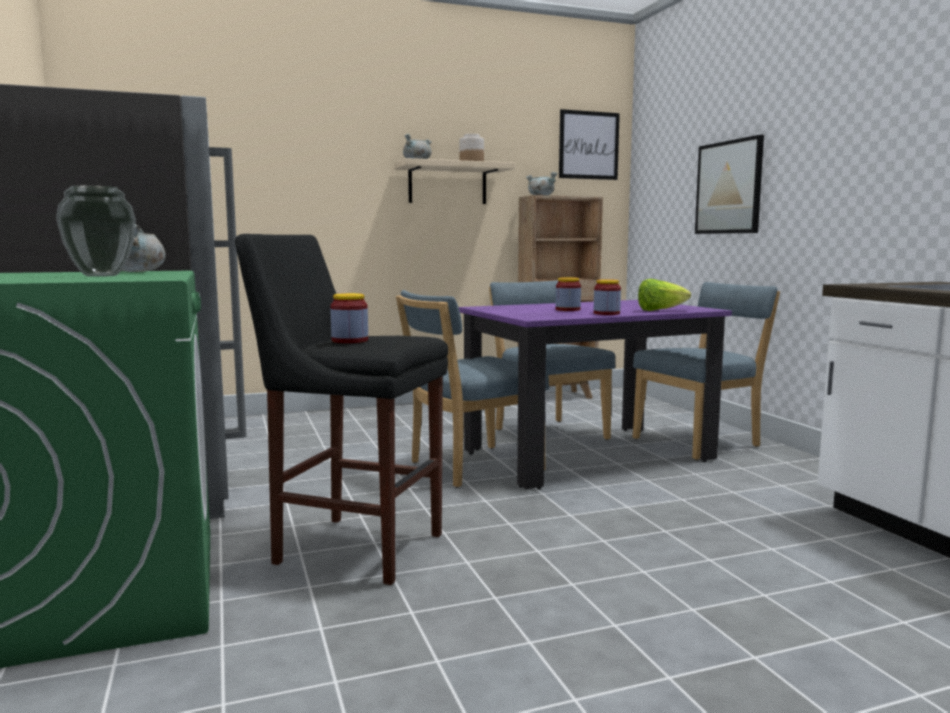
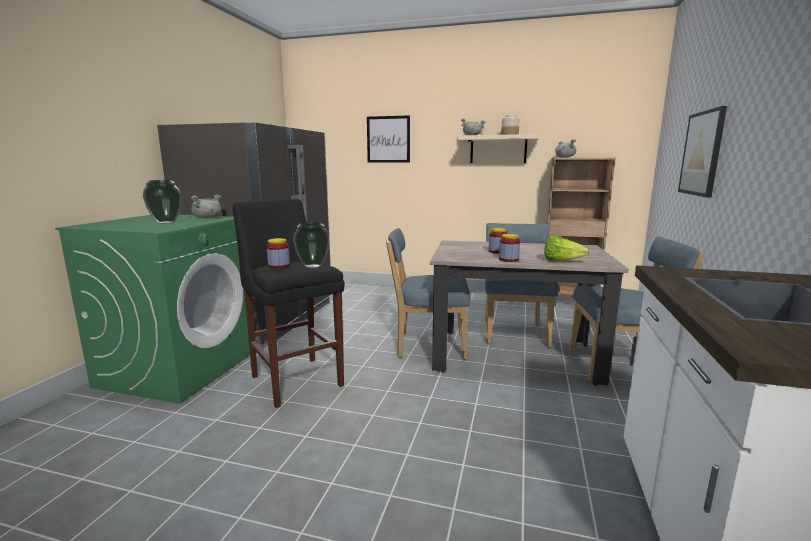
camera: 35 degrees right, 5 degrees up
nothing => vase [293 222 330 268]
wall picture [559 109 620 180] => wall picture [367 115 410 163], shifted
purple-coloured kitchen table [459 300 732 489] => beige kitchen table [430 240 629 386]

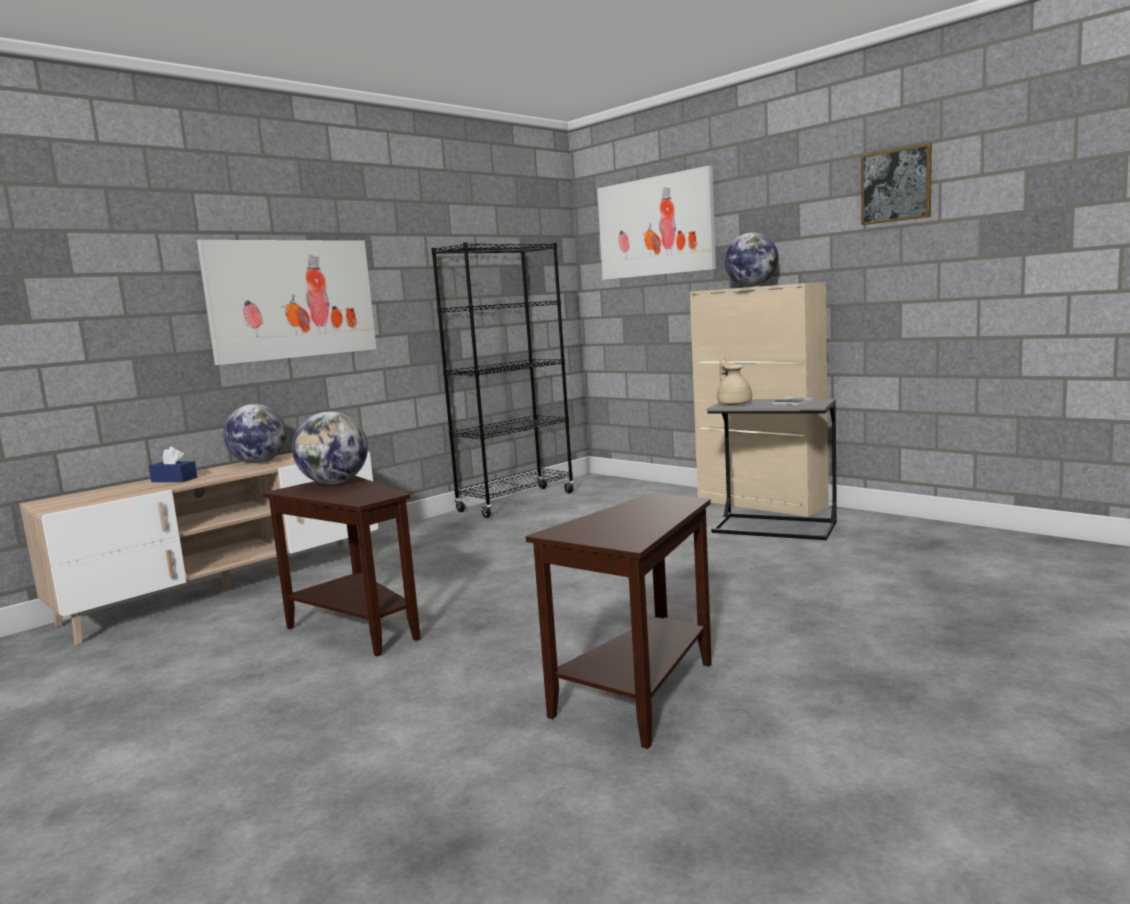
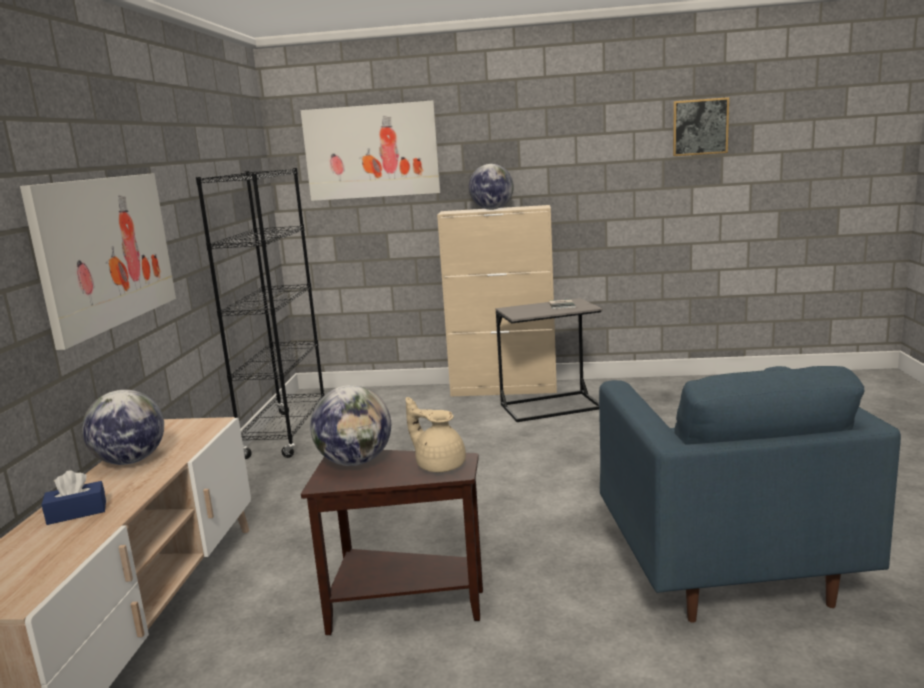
camera: 40 degrees left, 5 degrees up
beige tea pot [717 356 752 405] => beige tea pot [406 397 466 472], shifted
brownish end table [525 493 712 749] => blue-coloured lounge chair [599 366 901 623]
wall picture [861 143 932 225] => wall picture [673 97 729 156], shifted

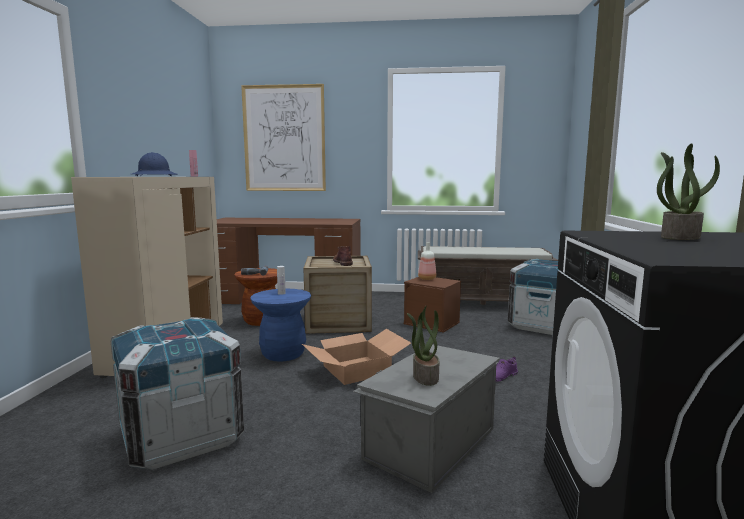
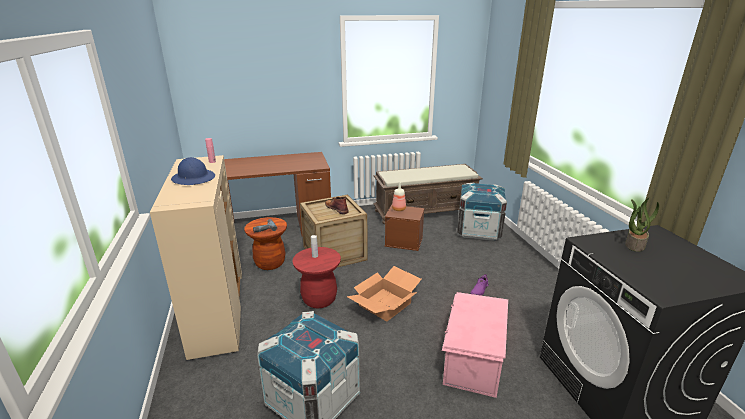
camera: 20 degrees left, 15 degrees up
blue-coloured stool [251 289 311 361] => red-coloured stool [292 247 341 308]
gray storage box [353 345 500 493] => pink-coloured storage box [442 292 508 398]
wall picture [241 84 326 191] => nothing
houseplant [407 306 439 386] => nothing

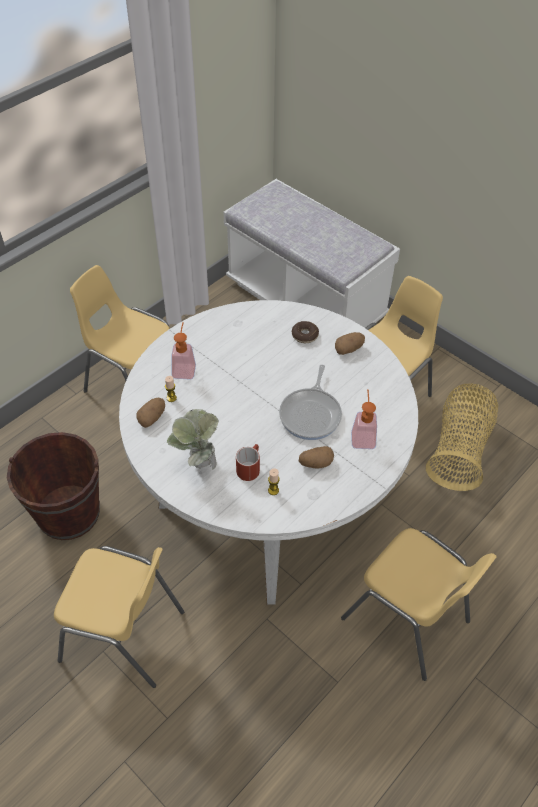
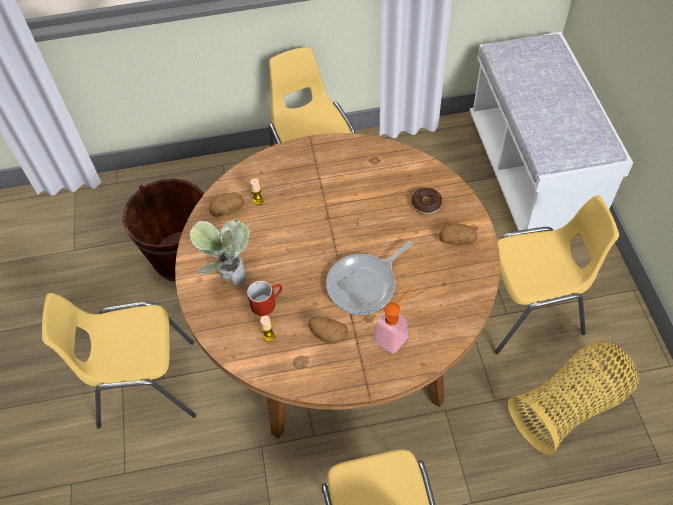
camera: 40 degrees right, 5 degrees up
yellow upright chair [54 546 184 688] => yellow upright chair [42 293 196 429], 120 degrees clockwise
white-coloured kitchen table [119 300 418 605] => brownish kitchen table [175 133 500 439]
liquid soap bottle [171 322 196 380] => nothing

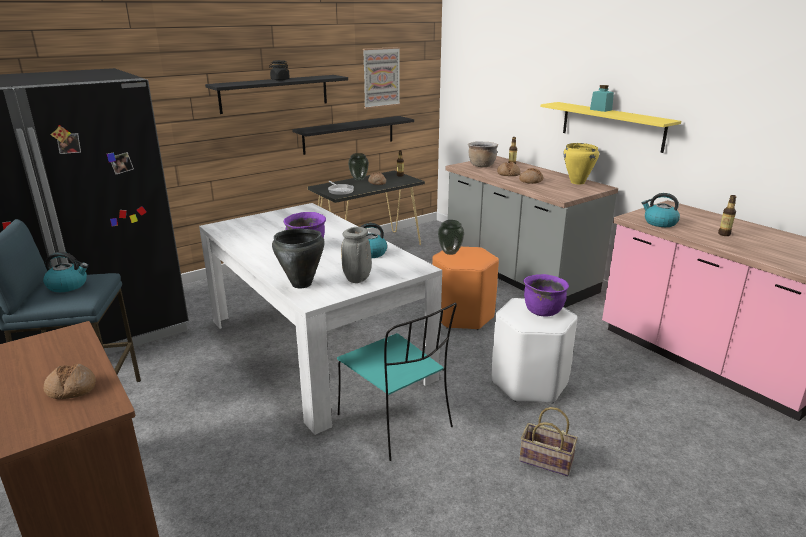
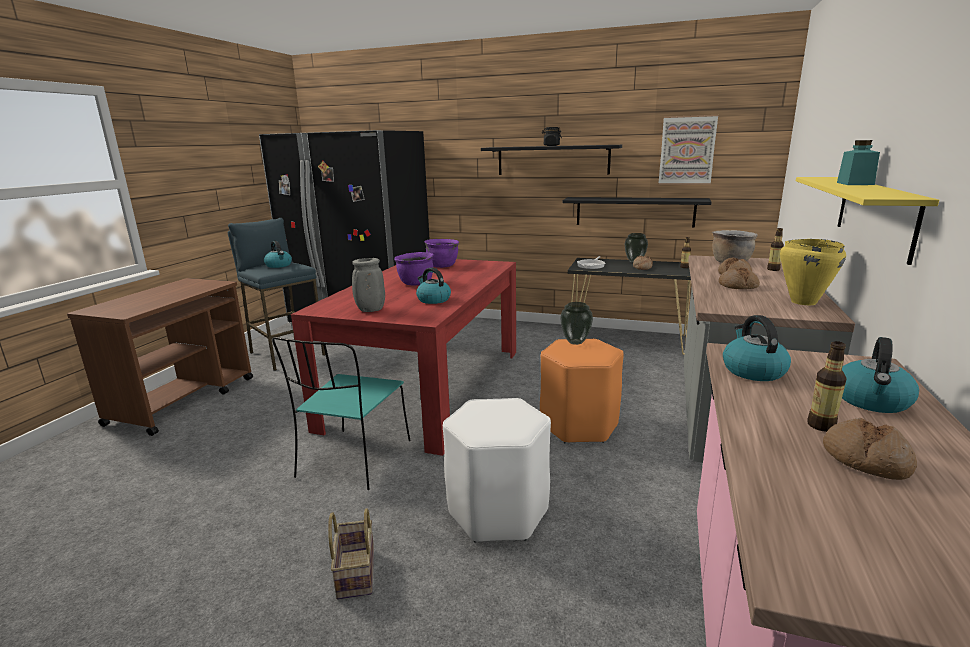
camera: 55 degrees right, 5 degrees down
white-coloured kitchen table [199 203 442 435] => red-coloured kitchen table [291 259 516 456]
purple-coloured stockpot [523 274 569 317] => purple-coloured stockpot [425 239 459 268], shifted
bread [43 364 96 399] => bread [823 418 917 480], shifted
nothing => kettle [842 337 919 413]
black stockpot [272 229 325 288] => nothing

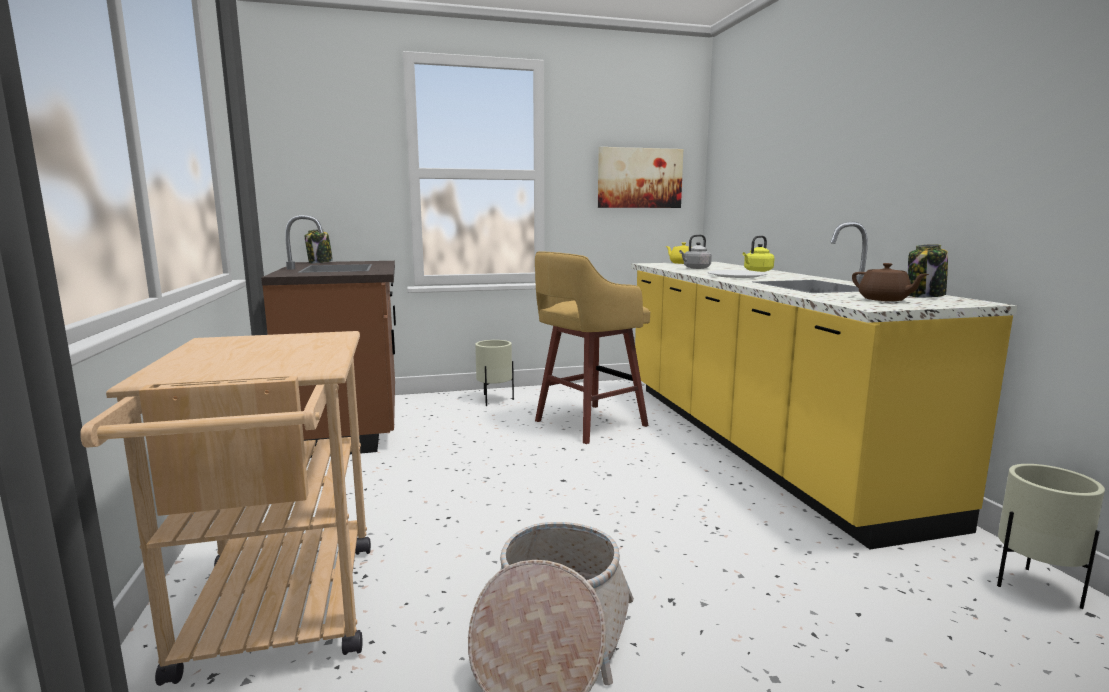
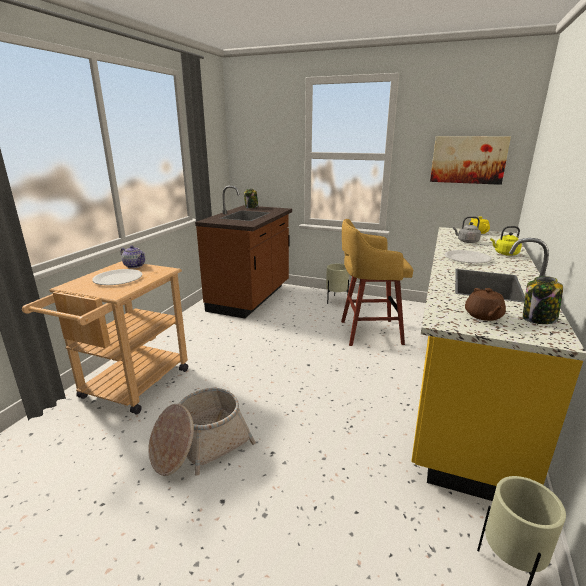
camera: 35 degrees right, 10 degrees up
nothing => white-coloured flat dish [92 269 143 285]
nothing => tea pot [121 245 145 268]

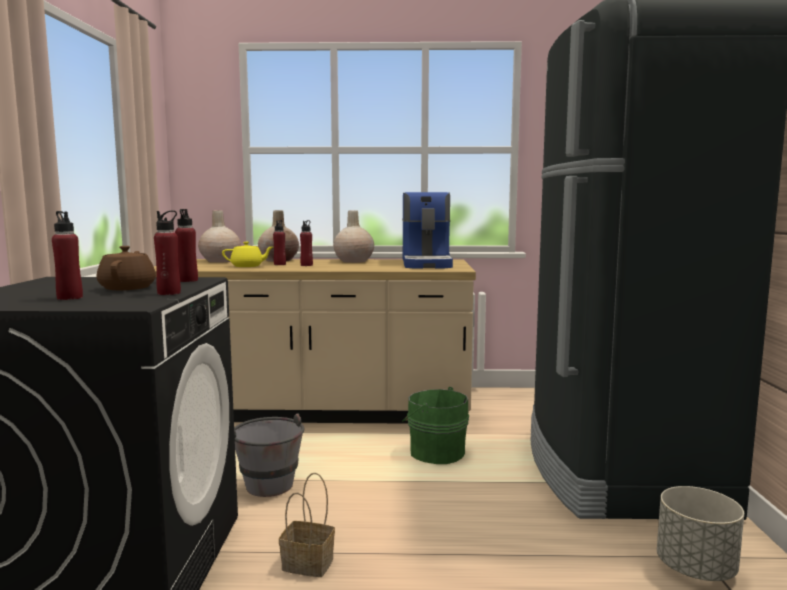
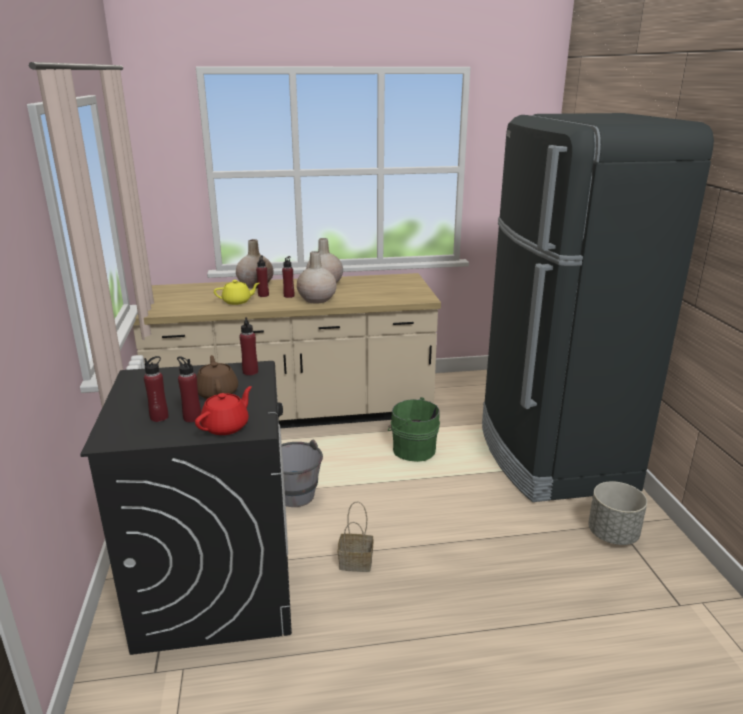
camera: 10 degrees left, 15 degrees up
red-coloured bottle [154 210 181 295] => red-coloured bottle [144 356 169 422], shifted
nothing => red-coloured tea pot [195 386 252 435]
beige vase [198 210 241 263] => beige vase [297 251 337 304], shifted
coffee brewer [402 192 453 269] => nothing

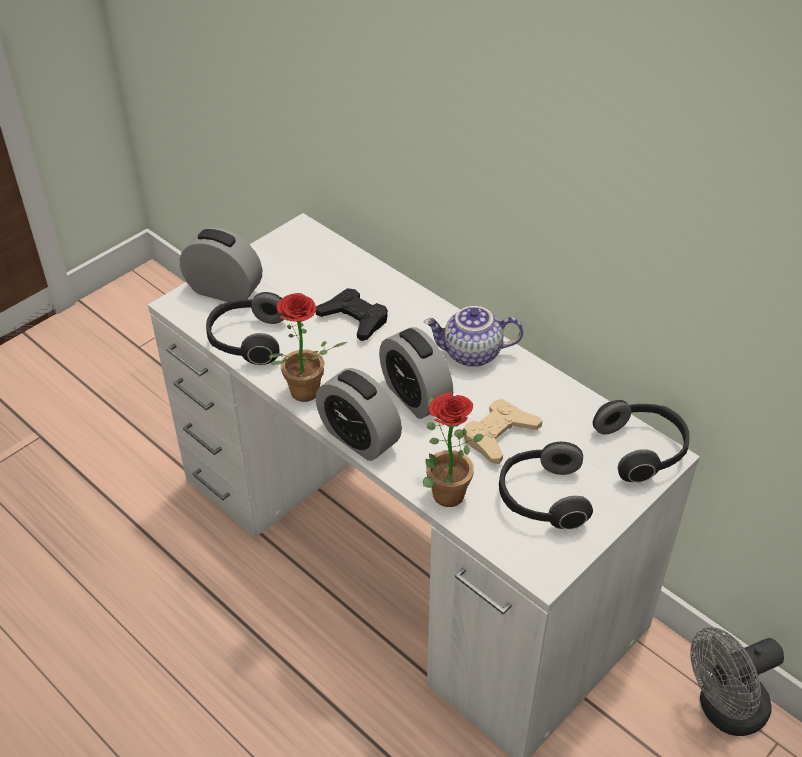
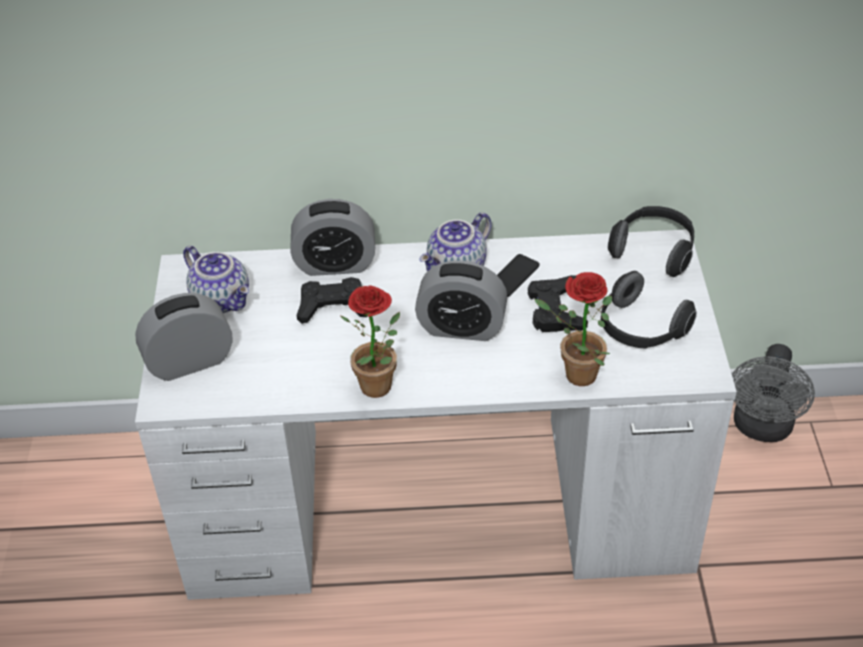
camera: 45 degrees left, 0 degrees up
nothing => tea pot [183 246 249 313]
table clock [316 368 402 461] => table clock [290 199 375 276], shifted
nothing => telephone [497 254 540 297]
beige joypad [464 399 542 464] => black joypad [527 275 588 332]
headset [206 292 286 365] => nothing

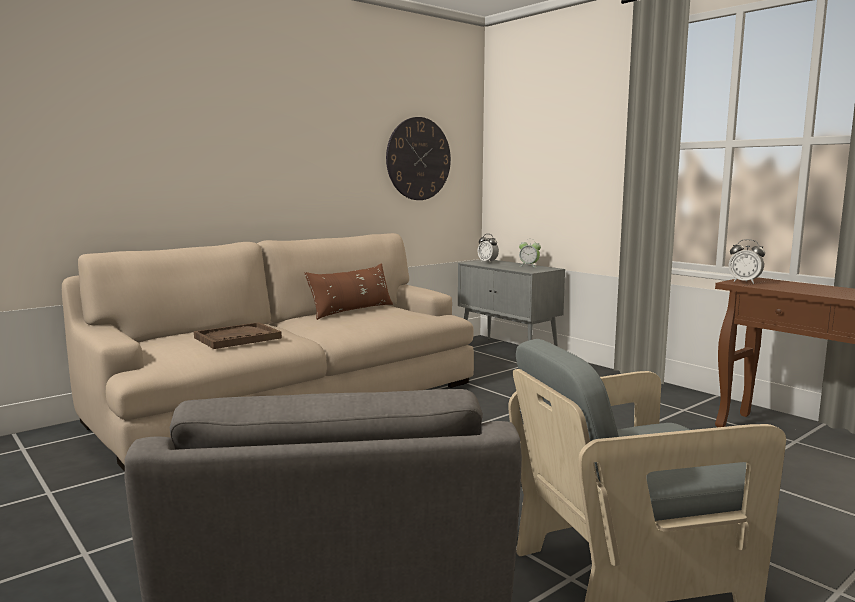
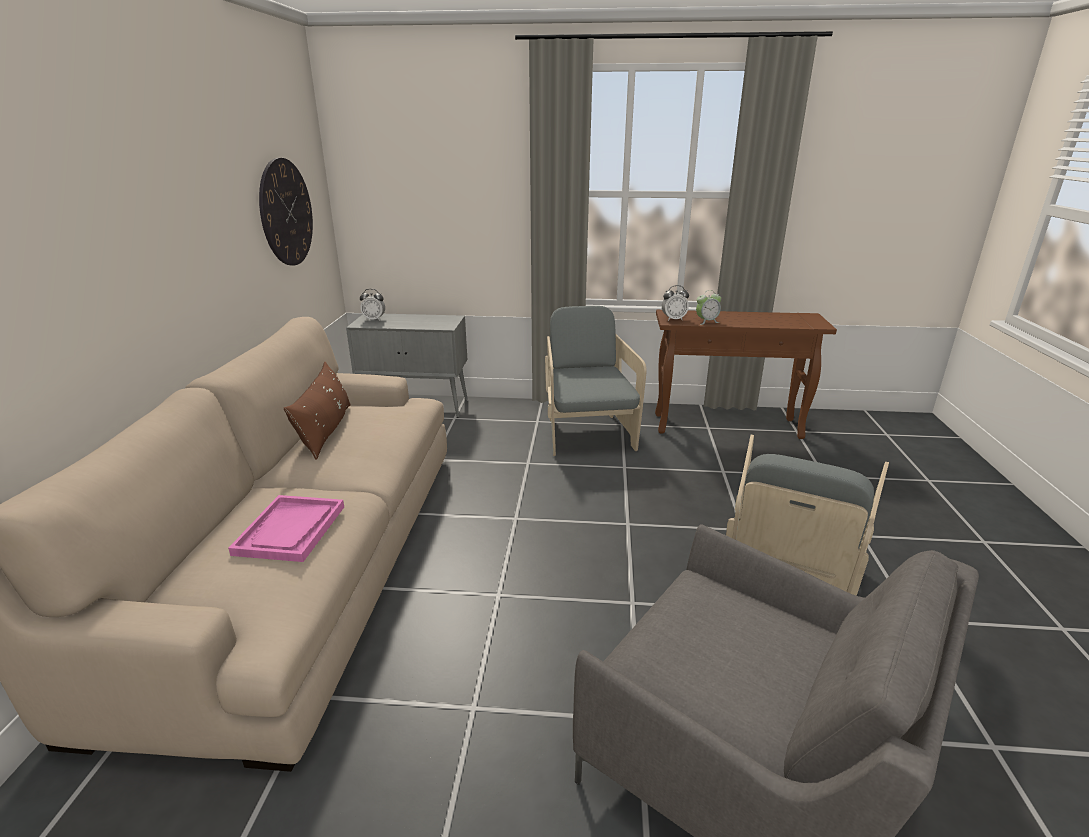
camera: 45 degrees left, 15 degrees up
brownish carrying tray [194 322 282 349] => pink-coloured carrying tray [228 495 344 562]
nothing => gray lounge chair [545 306 647 456]
table clock [519 239 541 267] => table clock [696 290 721 325], shifted

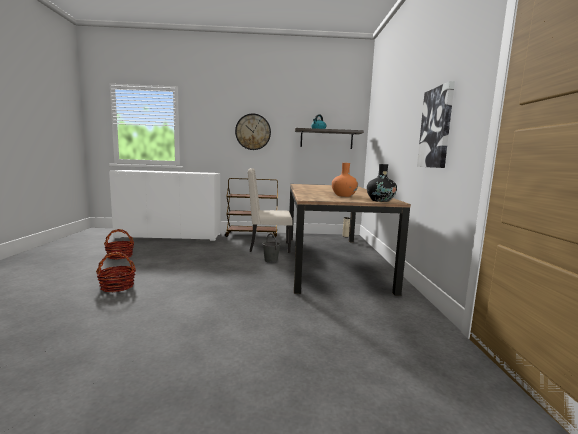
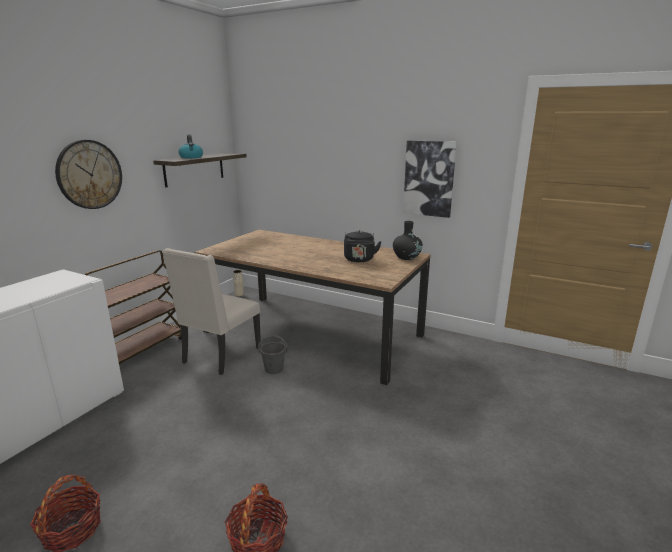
camera: 60 degrees left, 10 degrees up
orange vase [332 163 358 197] => black kettle [344 230 382 262]

